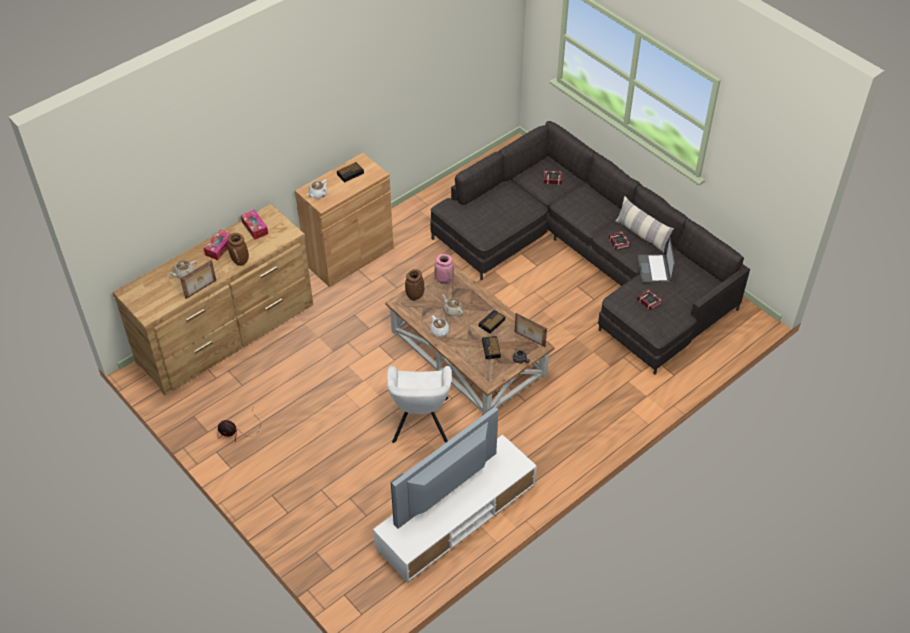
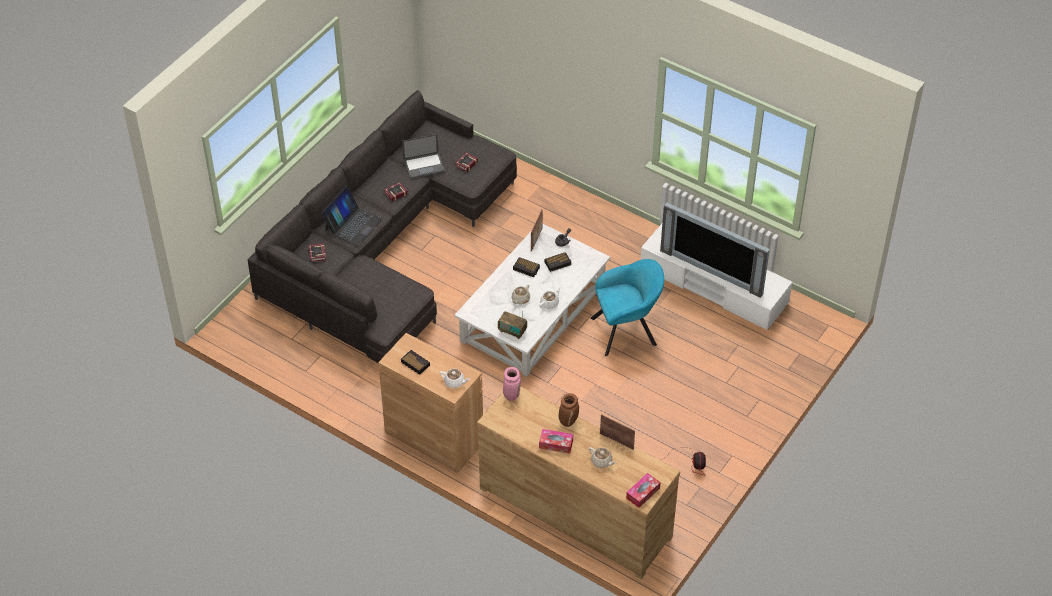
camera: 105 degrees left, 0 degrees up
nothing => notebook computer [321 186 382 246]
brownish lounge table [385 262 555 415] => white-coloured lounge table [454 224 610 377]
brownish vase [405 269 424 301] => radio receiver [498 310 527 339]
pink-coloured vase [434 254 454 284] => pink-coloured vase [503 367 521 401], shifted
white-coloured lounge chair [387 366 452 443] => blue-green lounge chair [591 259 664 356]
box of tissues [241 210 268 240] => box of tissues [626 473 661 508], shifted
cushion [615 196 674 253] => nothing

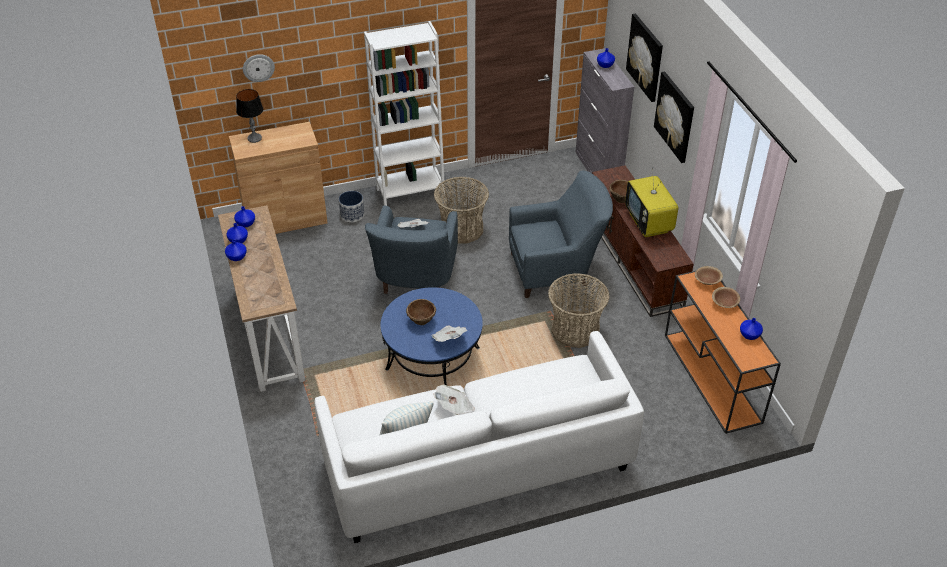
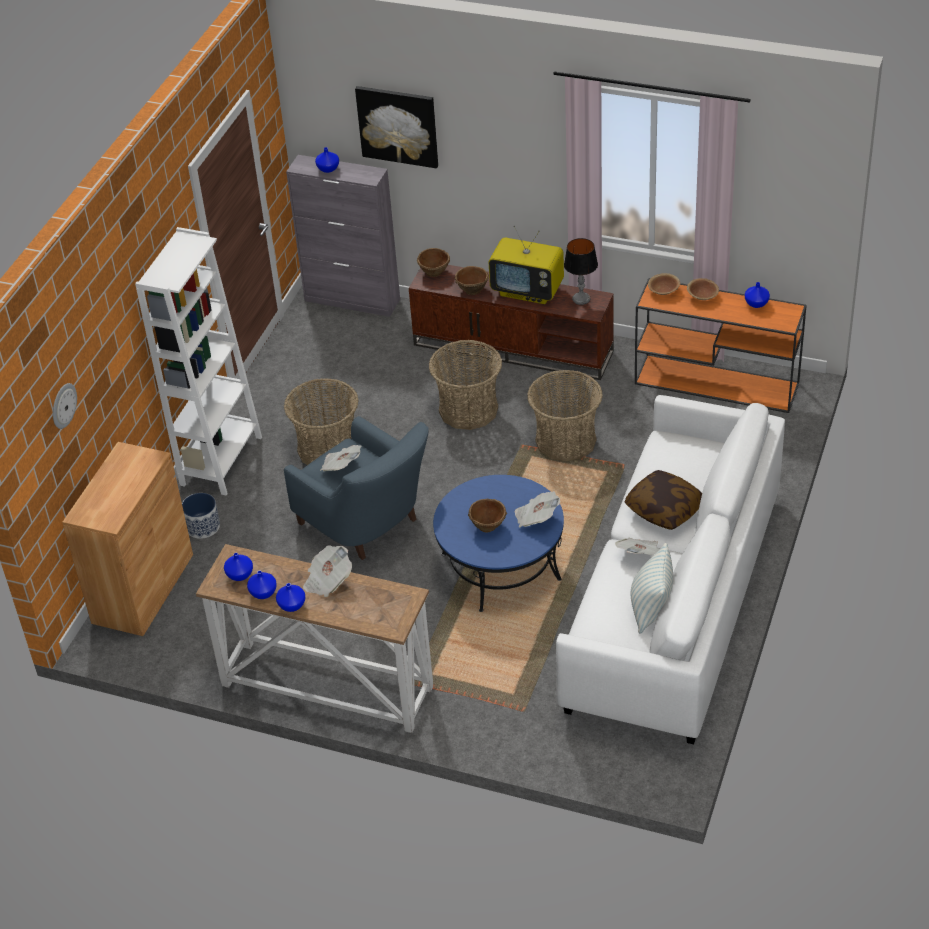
camera: 50 degrees left, 0 degrees up
nothing => printed paper [303 545 352 597]
nothing => brownish bowl [417 248 450 277]
blue-coloured lounge chair [509 171 613 298] => storage basket [429 340 502 430]
table lamp [236 89 263 143] => table lamp [564 238 598 305], shifted
nothing => cushion [624 470 702 530]
wall picture [654 72 694 163] => nothing

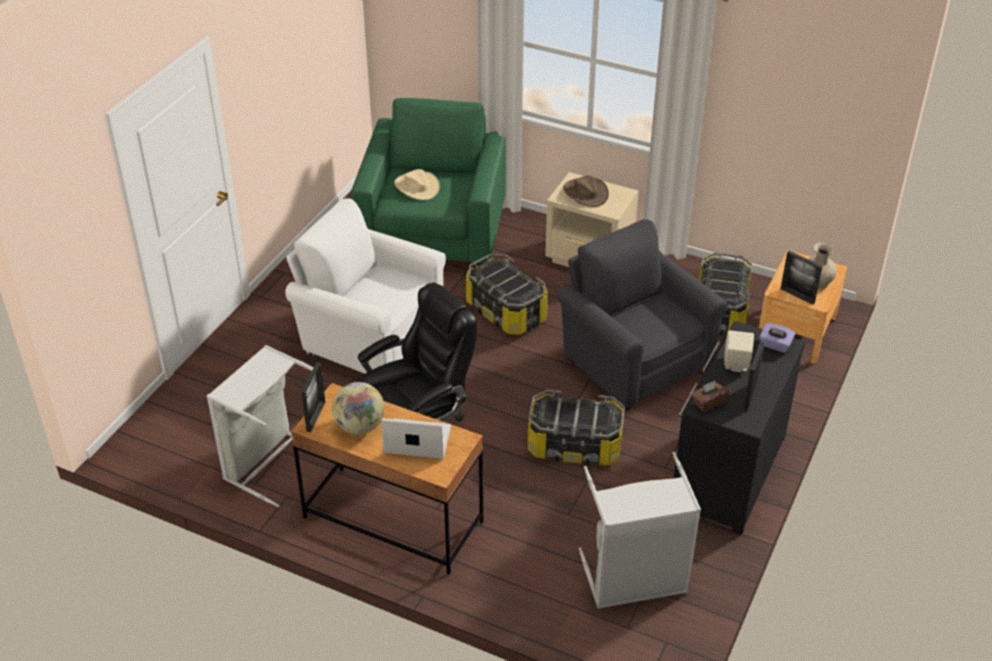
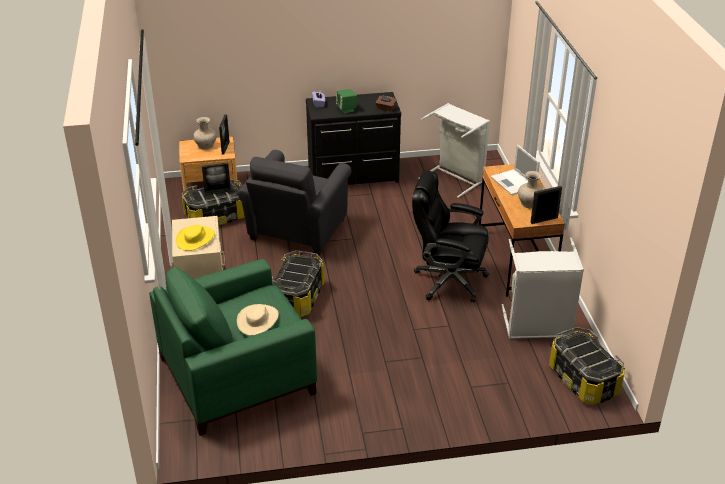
camera: 125 degrees left, 5 degrees down
brownish wearable hat [563 175 609 207] => yellow wearable hat [176 225 215 251]
photo frame [743 341 764 411] => photo frame [202 163 231 195], shifted
beige audio speaker [724 330 754 372] => greenish audio speaker [336 89 357 114]
world globe [332 382 385 434] => beige vase [518 171 544 208]
storage box [528 390 625 466] => storage box [549 327 625 405], shifted
white-coloured lounge chair [285 199 446 374] => nothing

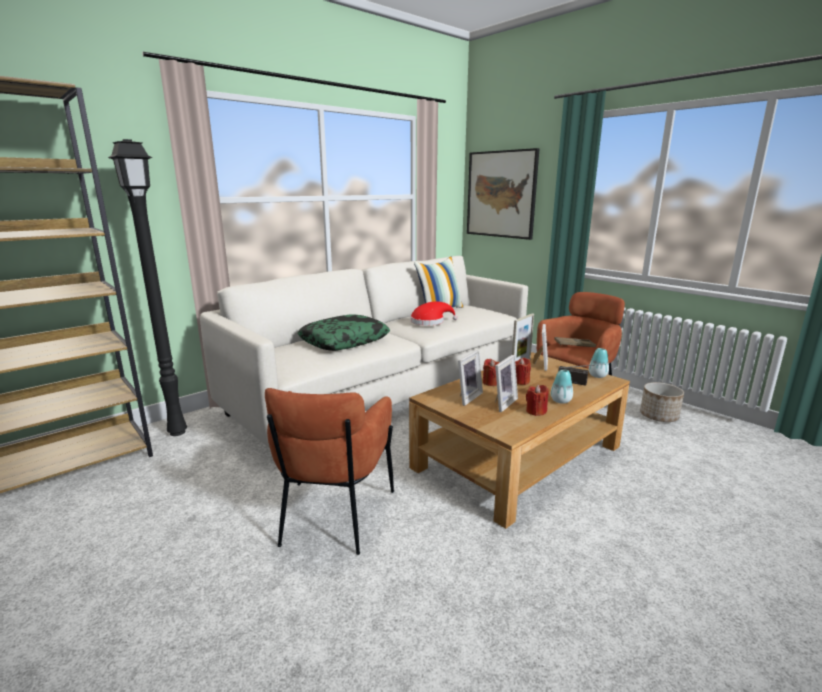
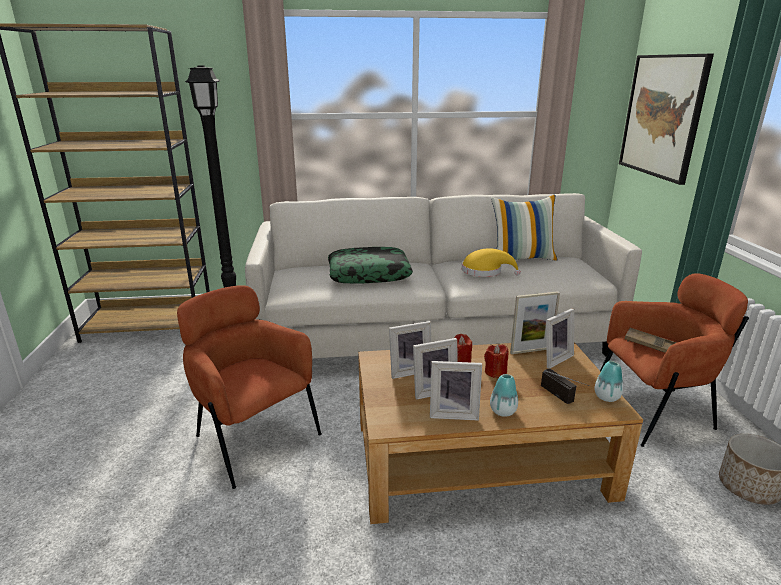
camera: 35 degrees right, 5 degrees up
brownish lounge chair [265 388 394 555] => brownish lounge chair [177 285 322 489], 90 degrees clockwise
red-coloured wax light [526 385 548 416] => photo frame [430 361 482 421]
red-coloured wearable hat [410 301 458 326] => yellow wearable hat [462 248 521 277]

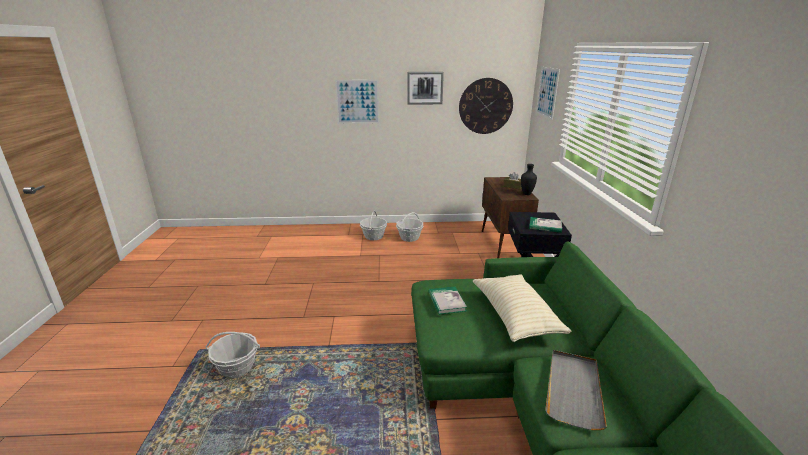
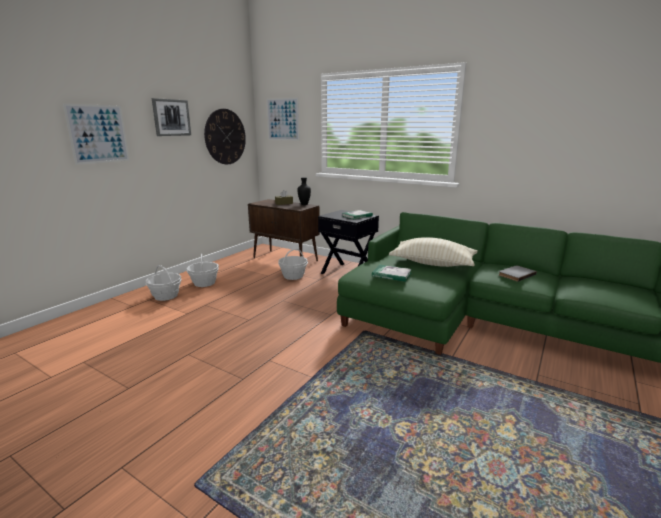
camera: 55 degrees left, 5 degrees down
storage basket [205 332 260 378] => storage basket [278 248 308 280], shifted
gray carrying tray [545 350 607 430] => gray volume [499 265 537 282]

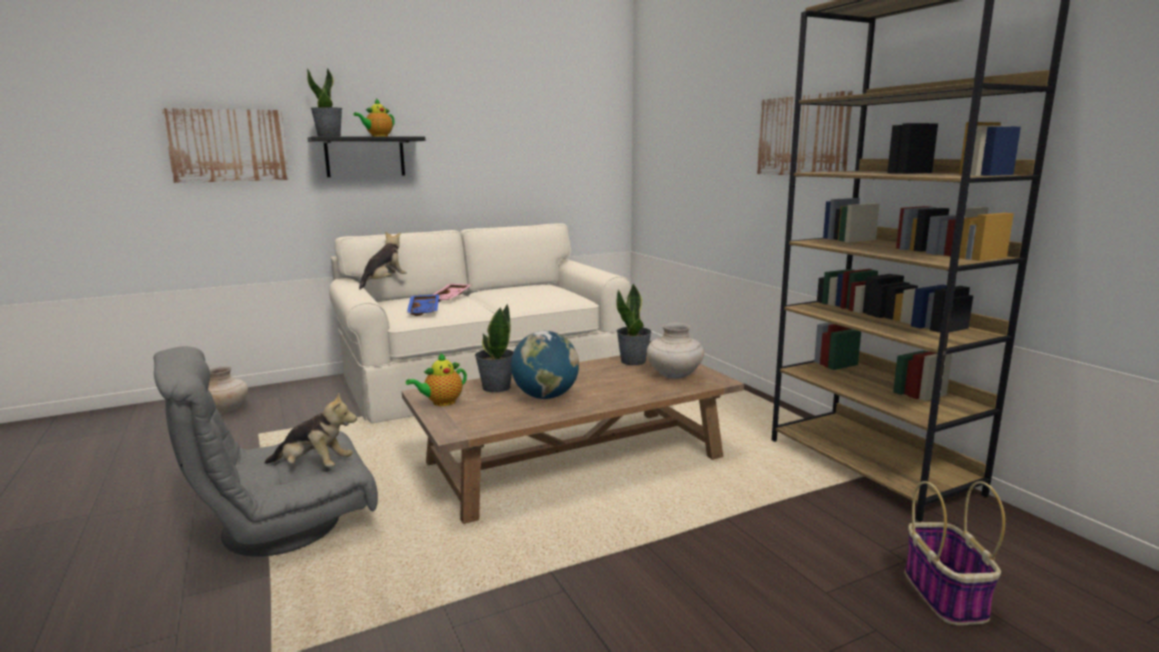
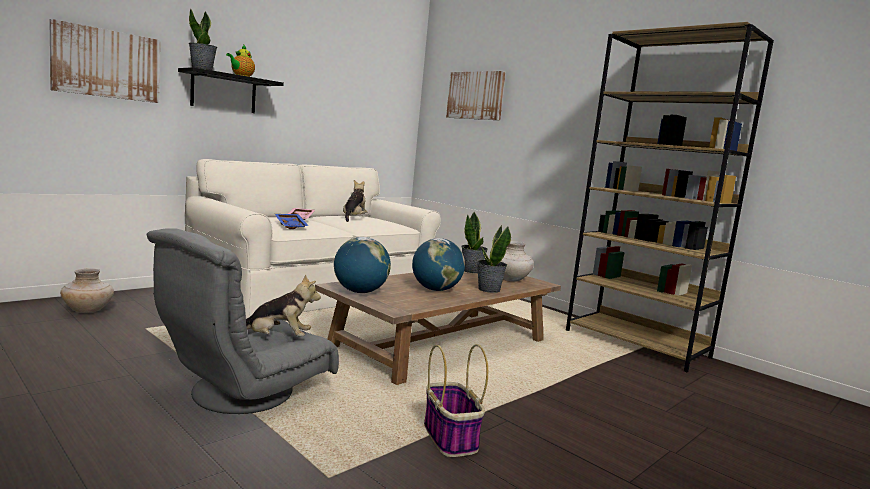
camera: 20 degrees left, 5 degrees down
tea pot [406 353 467 406] => world globe [334 237 391 293]
soft toy [359 232 407 290] => soft toy [343 180 368 222], shifted
storage basket [905 481 1005 625] => storage basket [424 344 488 457], shifted
wall picture [757 90 853 175] => wall picture [446 71 506 120], shifted
houseplant [475 304 513 393] => houseplant [477 225 511 293], shifted

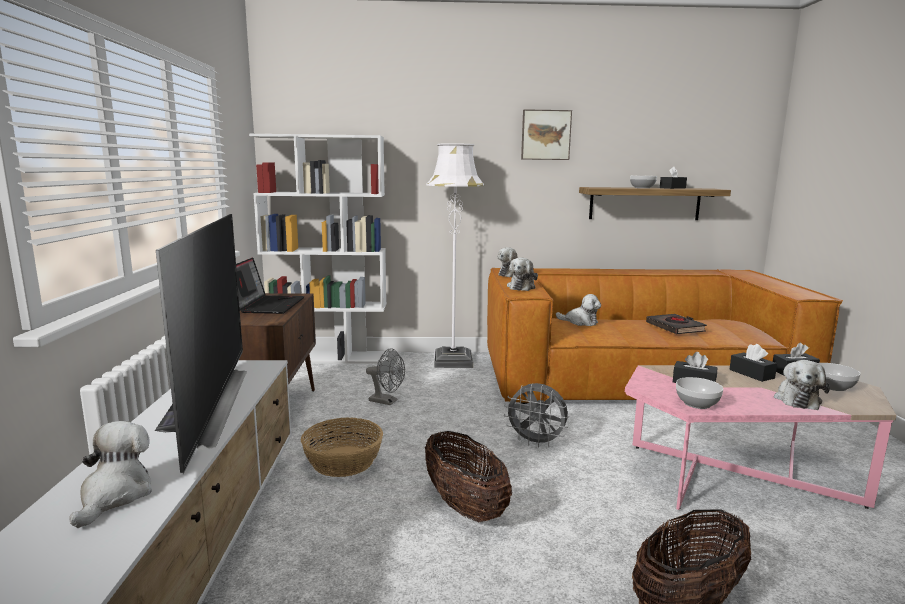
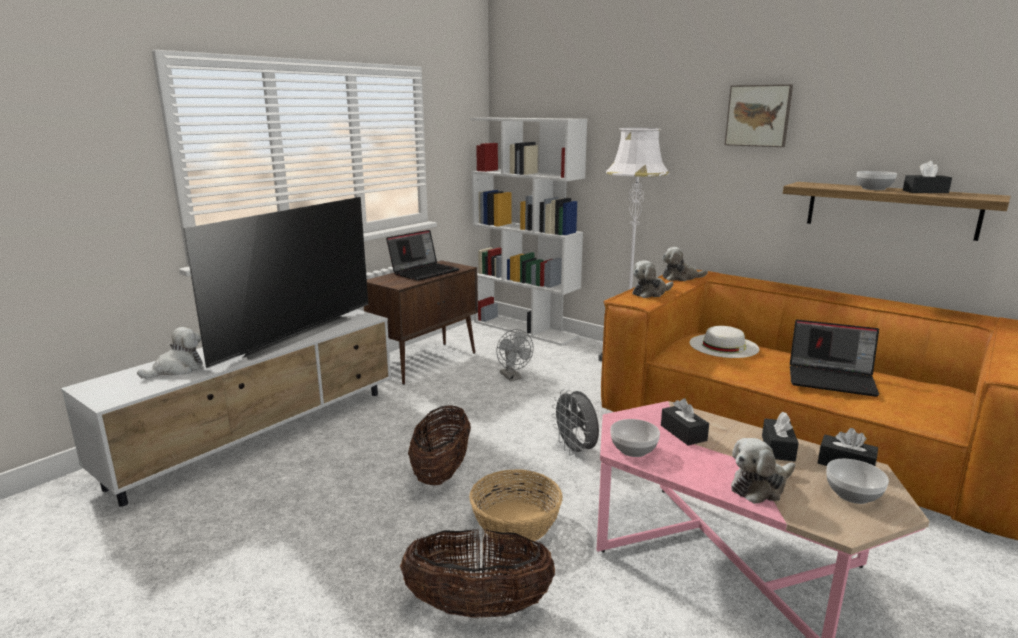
camera: 40 degrees right, 5 degrees up
storage basket [301 417 383 477] => storage basket [469 469 563 544], shifted
soft toy [556 294 601 326] => white-coloured wearable hat [690 326 759 358]
black volume [646 314 707 334] => notebook computer [790 320 879 397]

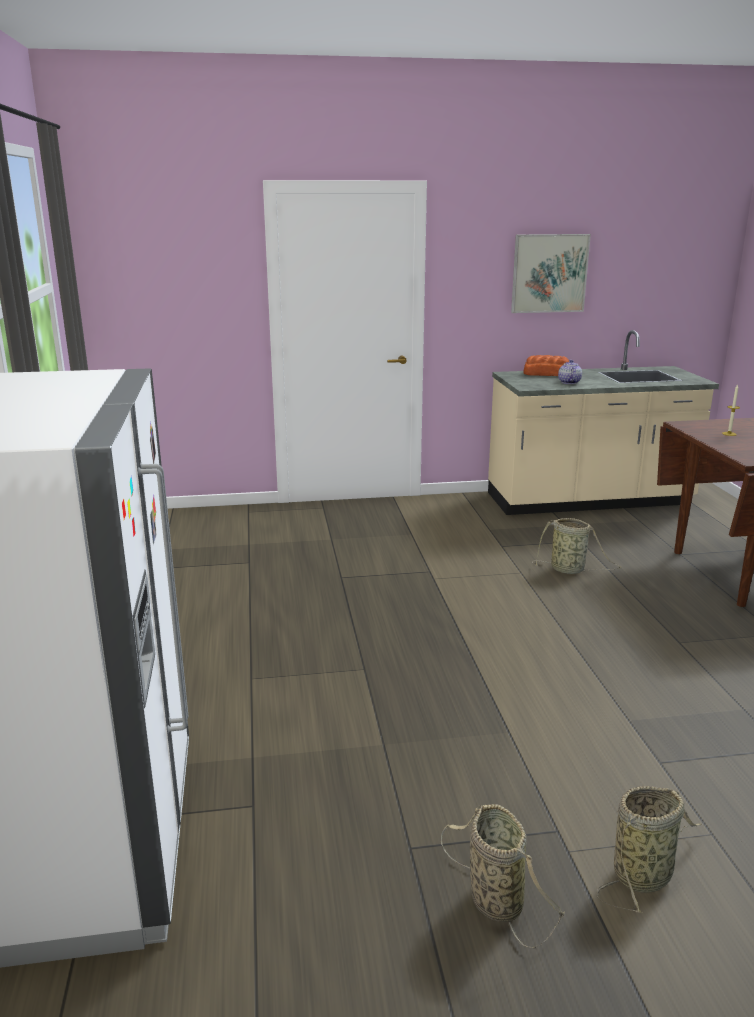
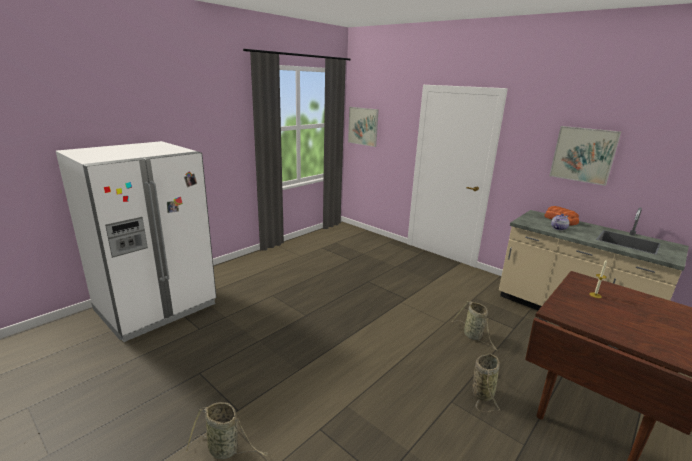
camera: 50 degrees right, 0 degrees up
nothing => wall picture [348 107 379 147]
storage basket [441 804 565 949] => storage basket [472 354 500 412], shifted

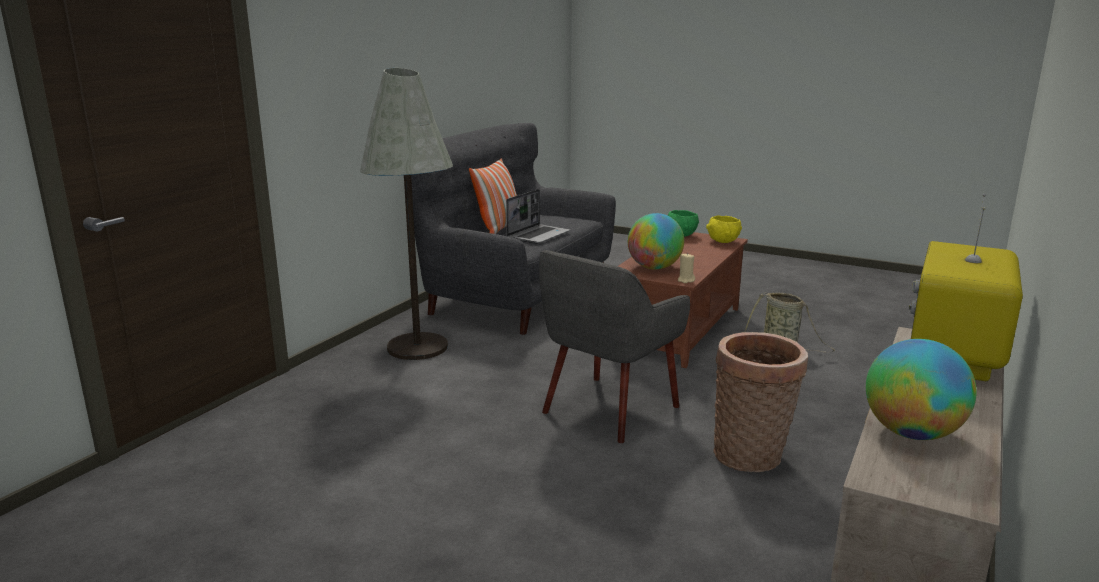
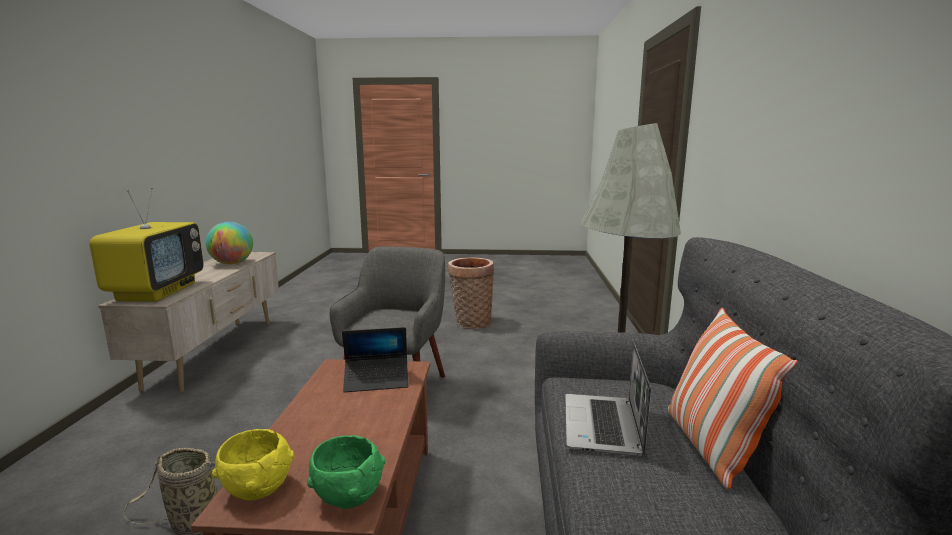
camera: 155 degrees right, 5 degrees down
world globe [628 213 684 270] => notebook computer [342 327 409 392]
storage basket [714 332 808 472] => storage basket [448 258 494 329], shifted
beige wax light [678 254 695 283] => nothing

